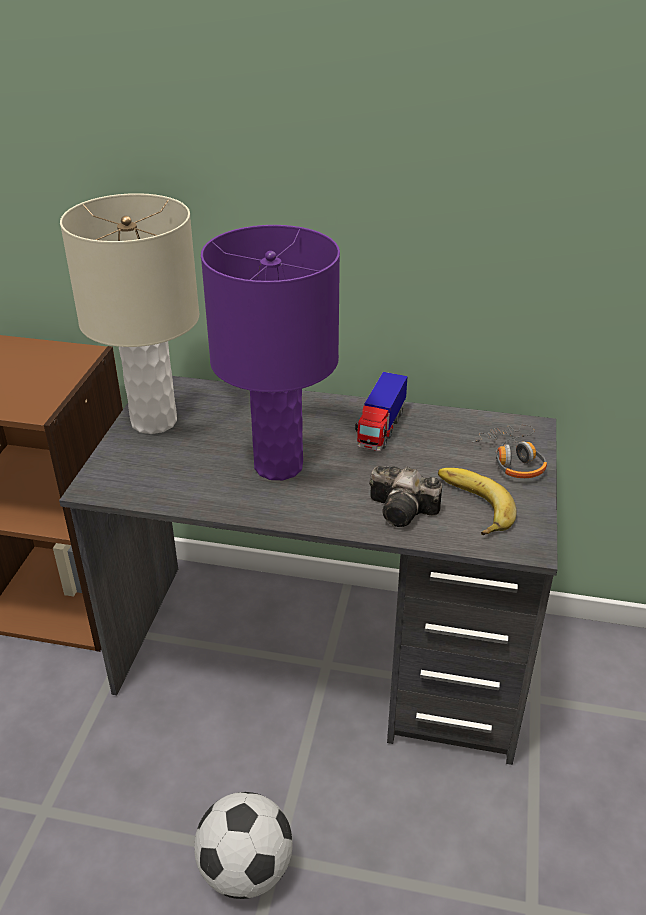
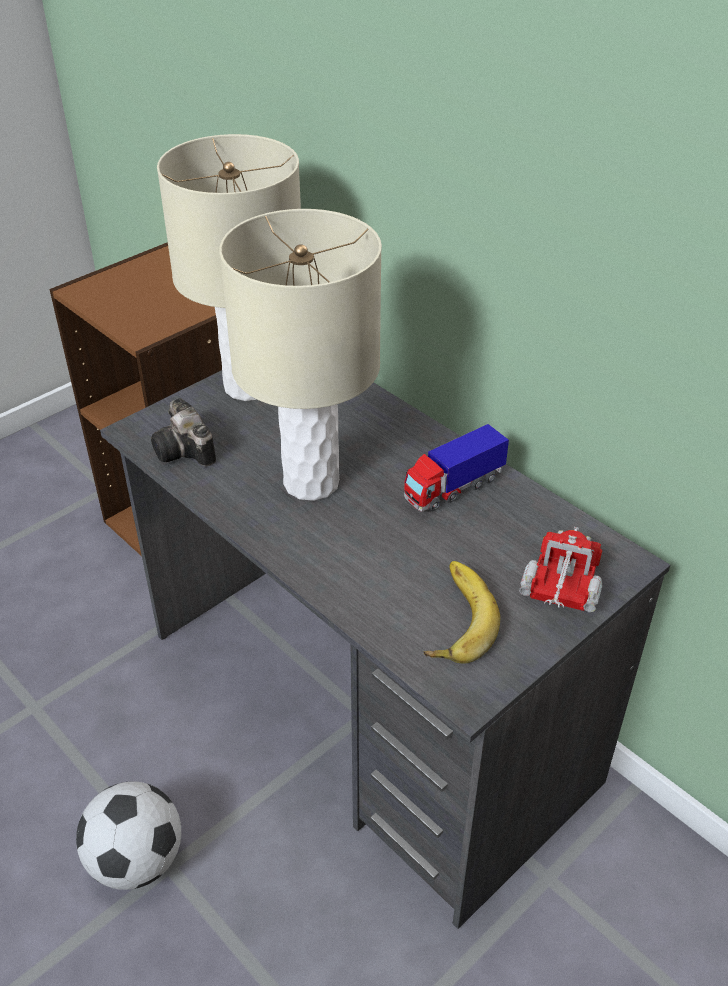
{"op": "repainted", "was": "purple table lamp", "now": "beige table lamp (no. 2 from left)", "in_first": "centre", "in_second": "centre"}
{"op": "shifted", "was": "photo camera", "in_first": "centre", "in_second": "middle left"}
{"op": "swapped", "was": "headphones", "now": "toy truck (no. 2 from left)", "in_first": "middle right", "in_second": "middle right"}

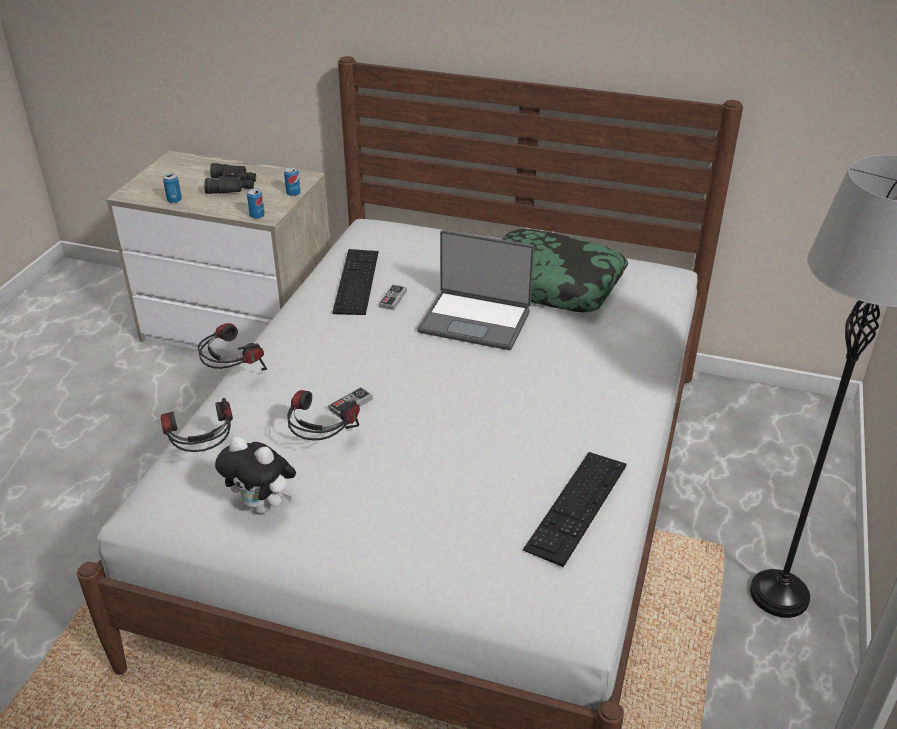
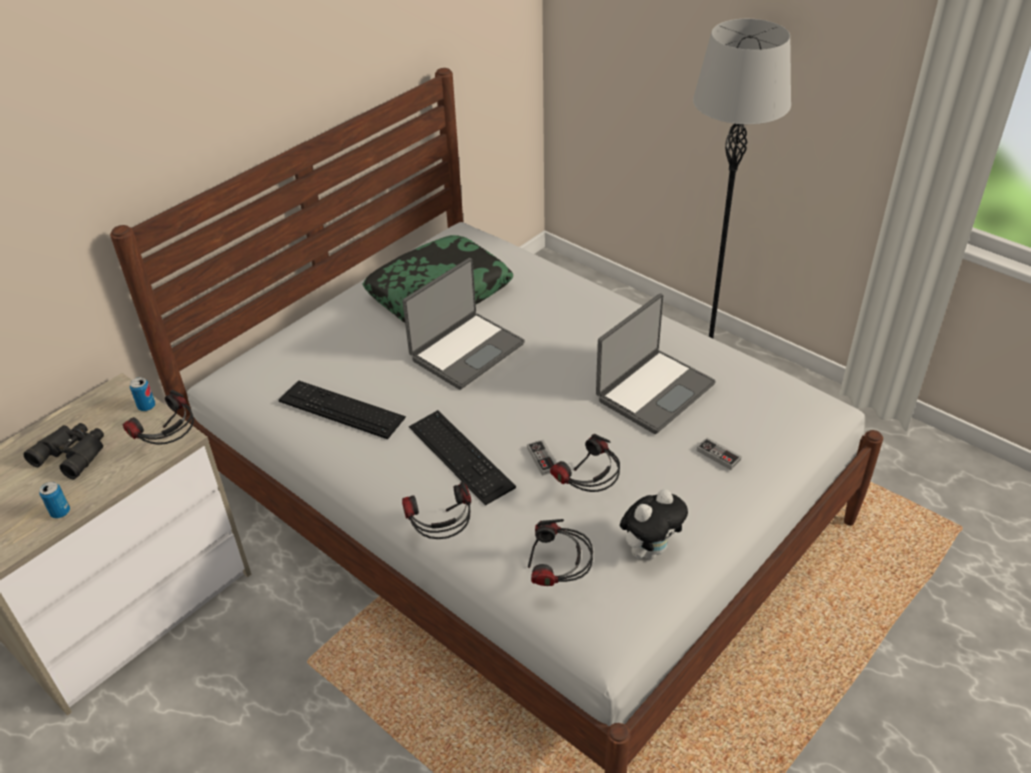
{"op": "swapped", "was": "can (no. 2 from left)", "now": "headphones (no. 1 from left)", "in_first": "top left", "in_second": "middle left"}
{"op": "shifted", "was": "game controller (no. 2 from left)", "in_first": "centre", "in_second": "middle right"}
{"op": "shifted", "was": "keyboard (no. 2 from left)", "in_first": "bottom centre", "in_second": "centre"}
{"op": "new", "now": "laptop (no. 2 from left)", "in_second": "centre"}

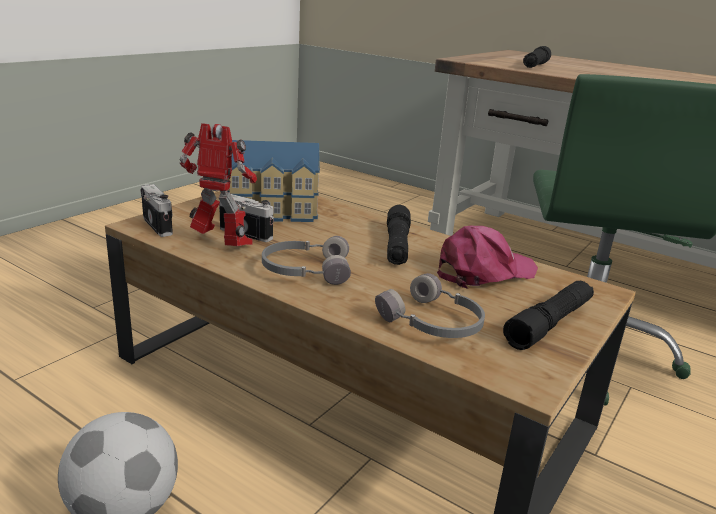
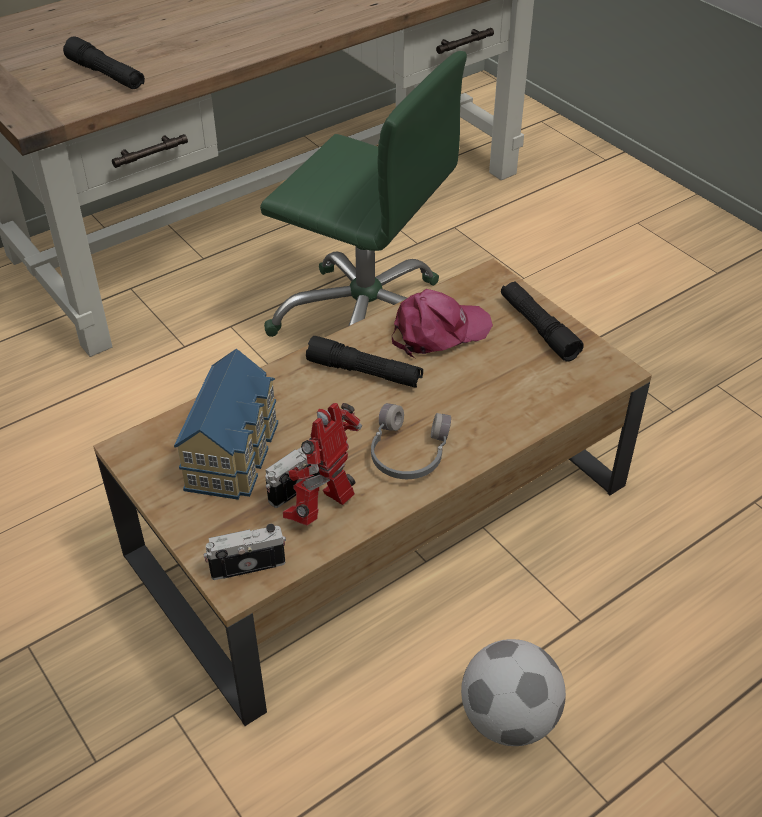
{"op": "gone", "was": "grey headphones (no. 2 from left)", "in_first": "centre"}
{"op": "rotated", "was": "pink cap", "in_first": "middle right", "in_second": "centre", "clockwise": 75}

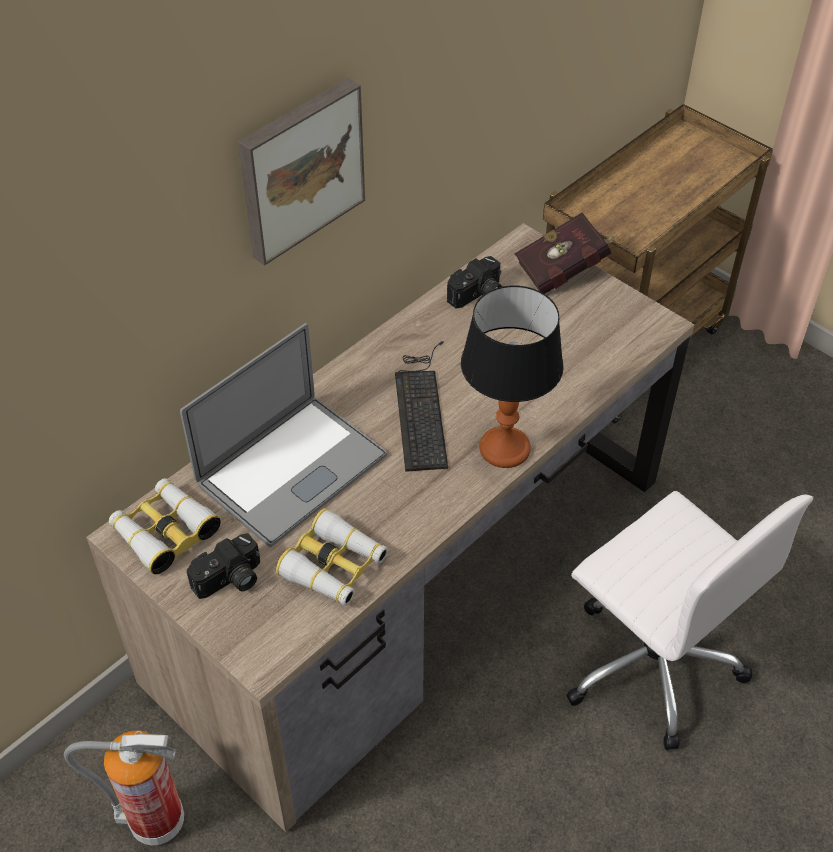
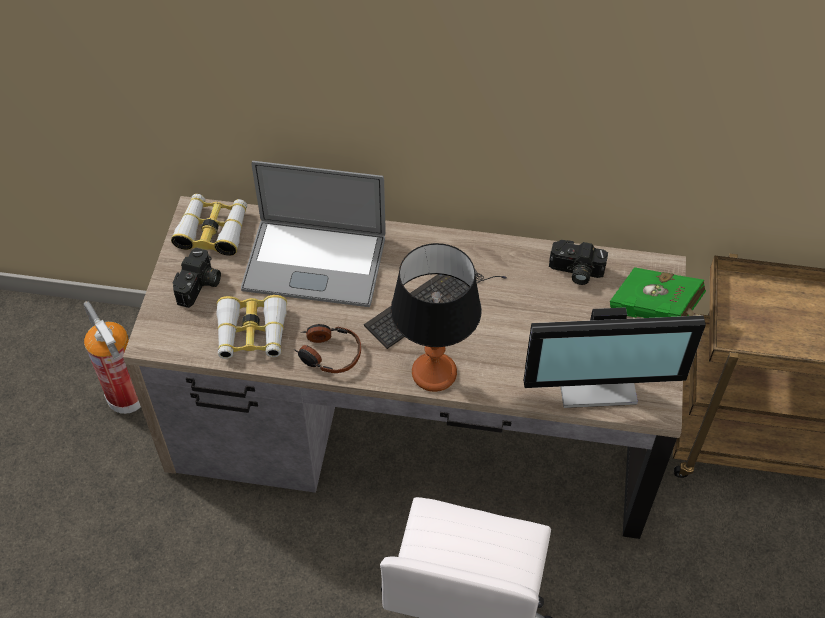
{"op": "rotated", "was": "photo camera (no. 1 from left)", "in_first": "middle left", "in_second": "middle left", "clockwise": -90}
{"op": "gone", "was": "picture", "in_first": "top centre"}
{"op": "repainted", "was": "red book", "now": "green book", "in_first": "top right", "in_second": "middle right"}
{"op": "new", "now": "headphones", "in_second": "centre"}
{"op": "new", "now": "monitor", "in_second": "middle right"}

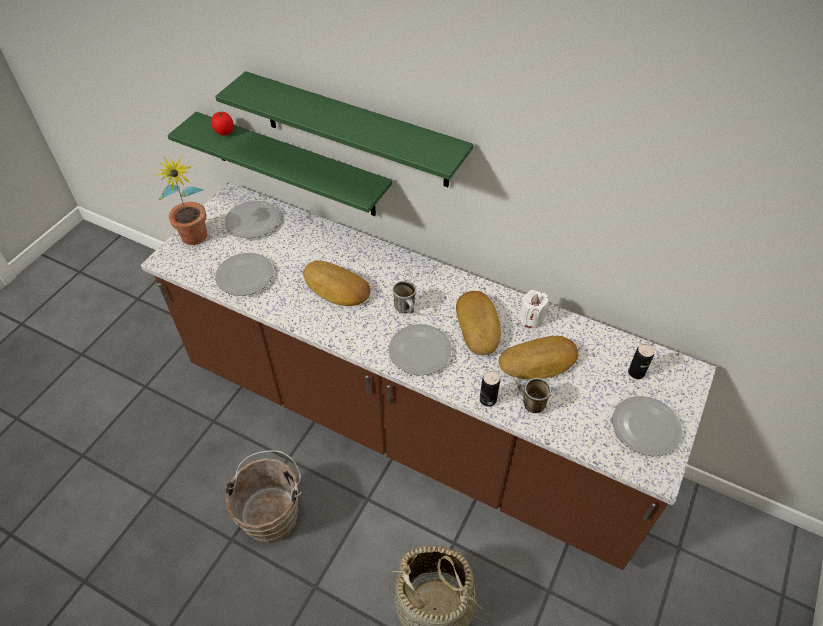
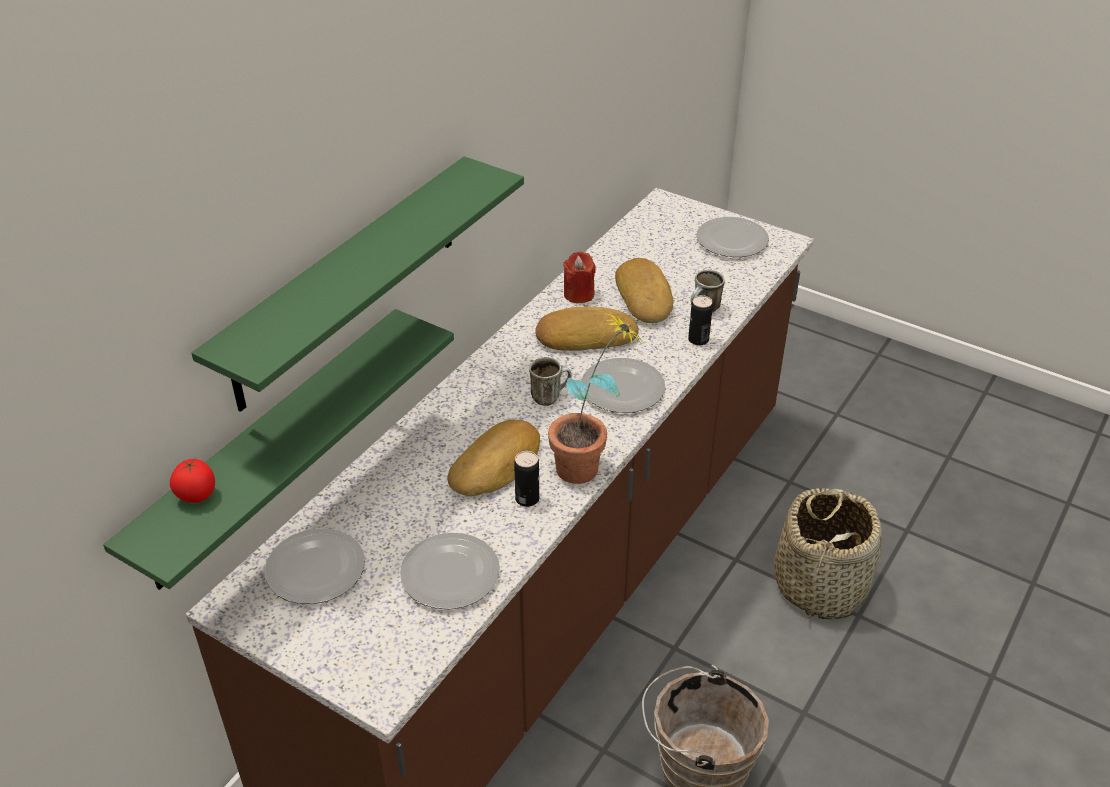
{"op": "shifted", "was": "potted plant", "in_first": "top left", "in_second": "centre"}
{"op": "repainted", "was": "white candle", "now": "red candle", "in_first": "centre", "in_second": "centre"}
{"op": "shifted", "was": "can (no. 2 from left in the first image)", "now": "can (no. 1 from left)", "in_first": "middle right", "in_second": "centre"}

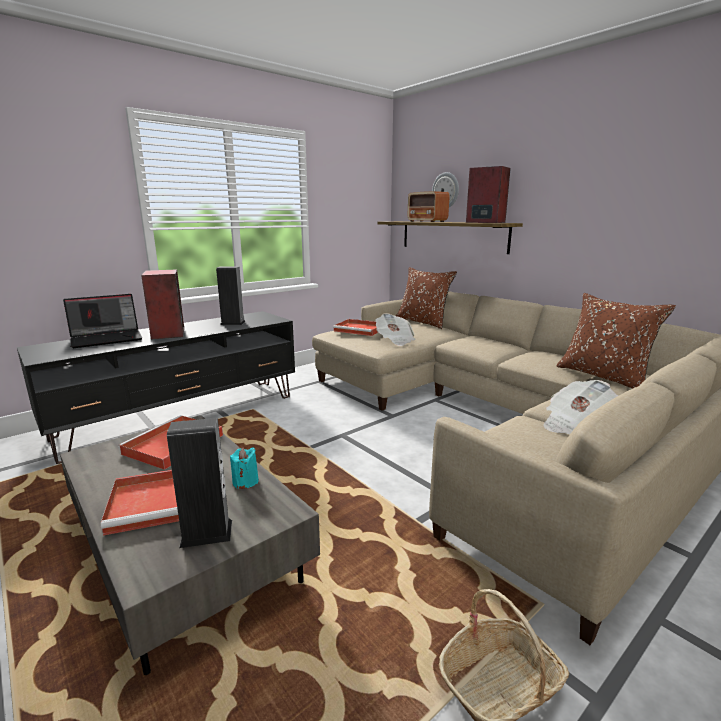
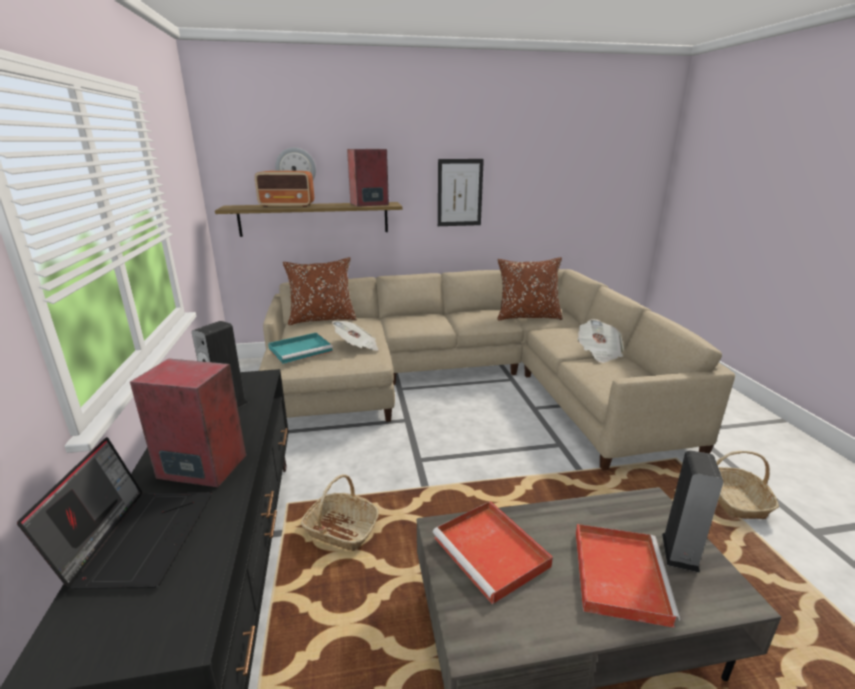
{"op": "gone", "was": "turquoise candle", "in_first": "centre"}
{"op": "repainted", "was": "red tray (no. 3 from left)", "now": "turquoise tray", "in_first": "centre", "in_second": "centre"}
{"op": "new", "now": "basket (no. 1 from left)", "in_second": "bottom centre"}
{"op": "new", "now": "picture", "in_second": "top centre"}

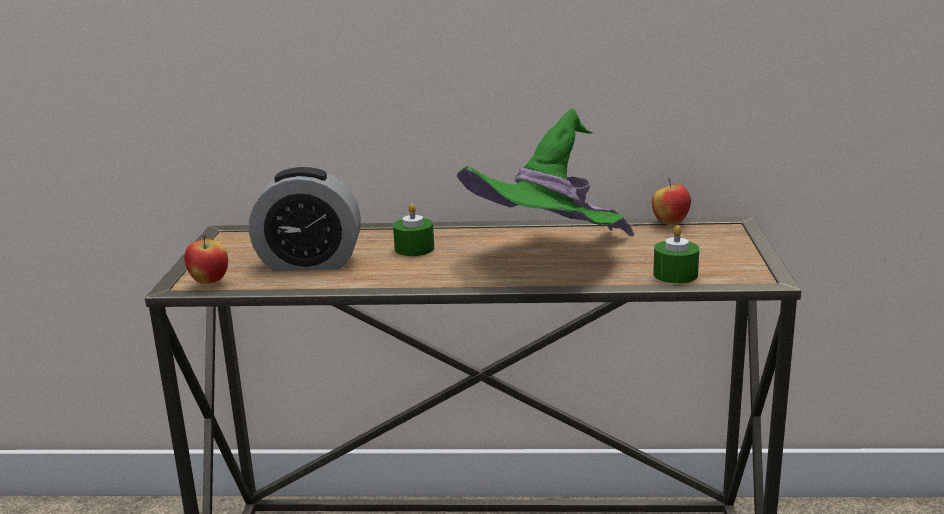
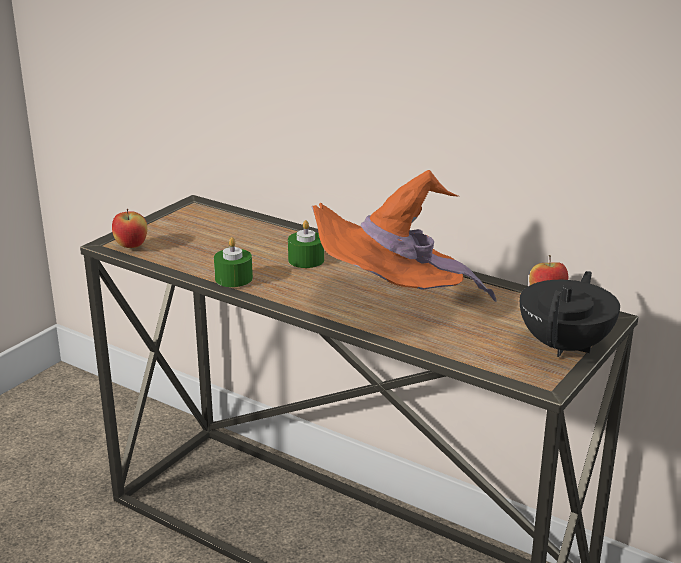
{"op": "gone", "was": "alarm clock", "in_first": "middle left"}
{"op": "repainted", "was": "green hat", "now": "orange hat", "in_first": "centre", "in_second": "centre"}
{"op": "shifted", "was": "green candle (no. 2 from left in the first image)", "now": "green candle (no. 1 from left)", "in_first": "middle right", "in_second": "centre"}
{"op": "new", "now": "black teapot", "in_second": "middle right"}

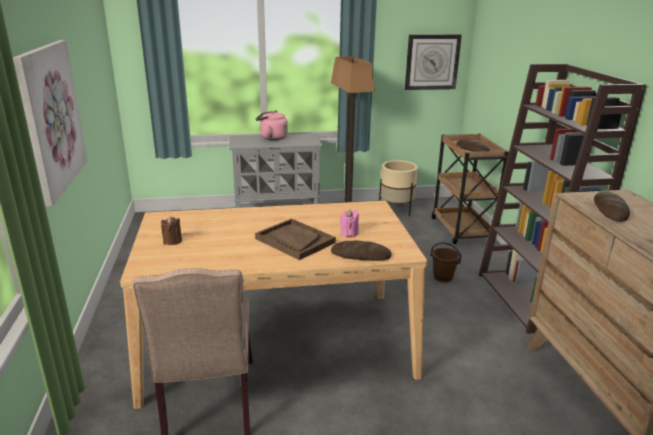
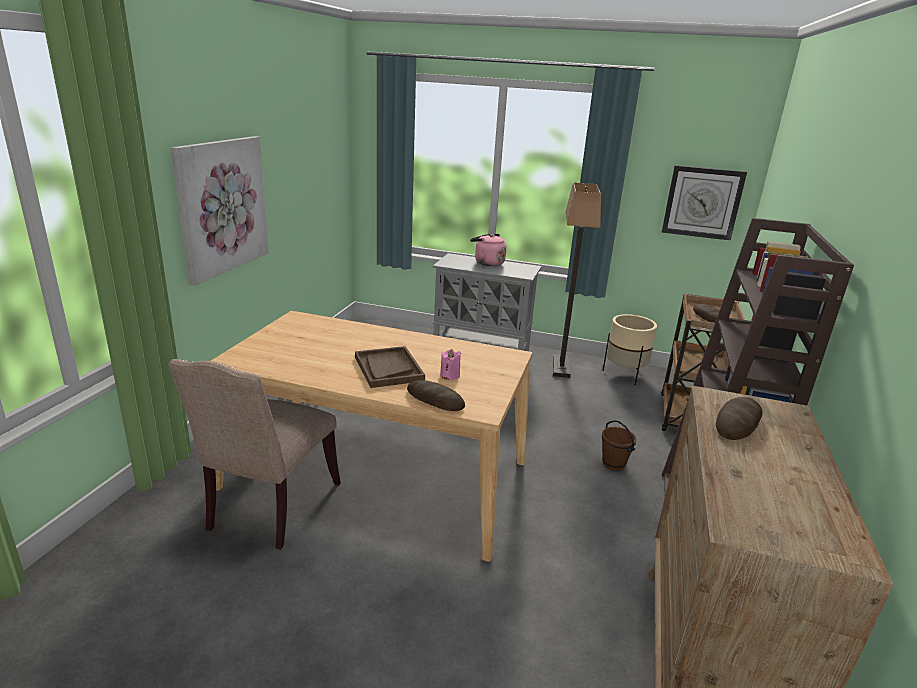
{"op": "gone", "was": "brown candle", "in_first": "middle left"}

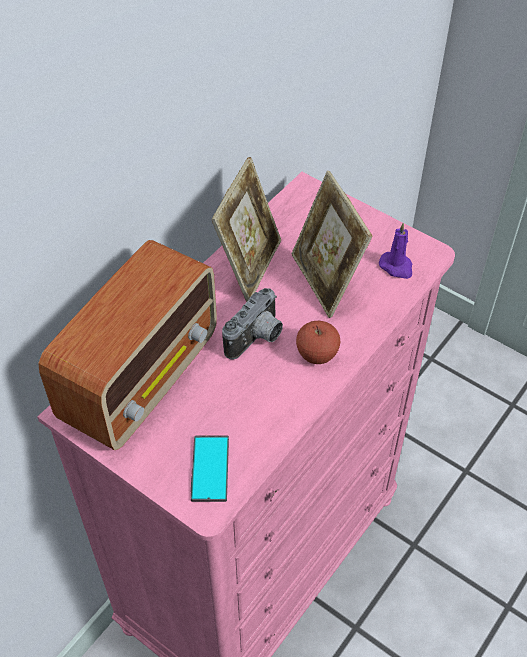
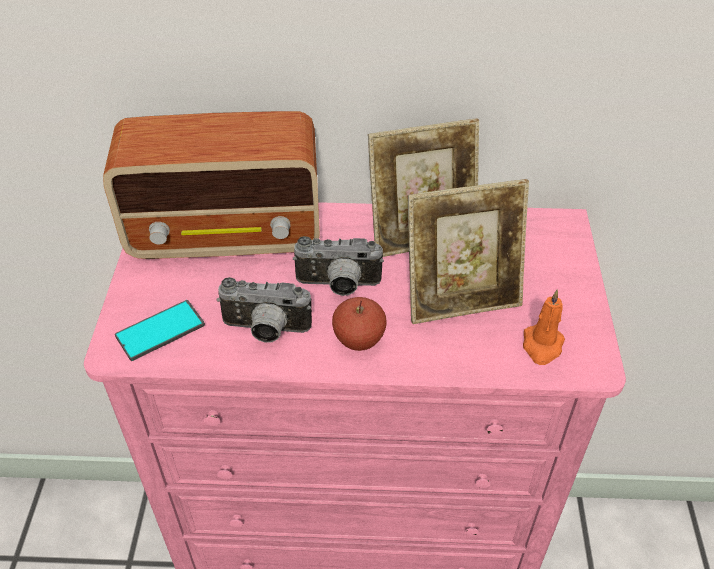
{"op": "rotated", "was": "picture frame (no. 2 from left)", "in_first": "centre", "in_second": "centre", "clockwise": -135}
{"op": "repainted", "was": "purple candle", "now": "orange candle", "in_first": "middle right", "in_second": "middle right"}
{"op": "new", "now": "photo camera (no. 1 from left)", "in_second": "centre"}

